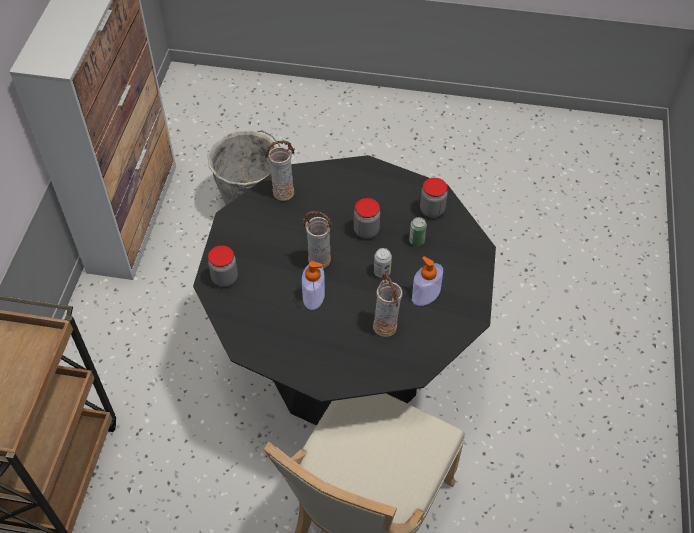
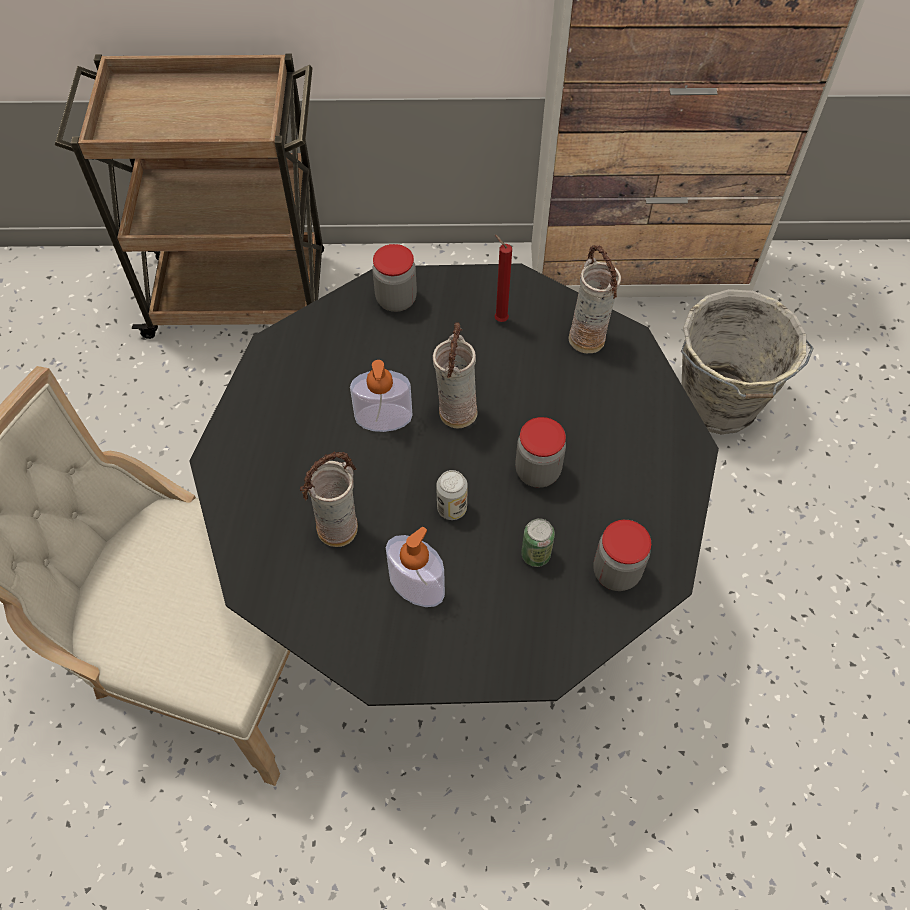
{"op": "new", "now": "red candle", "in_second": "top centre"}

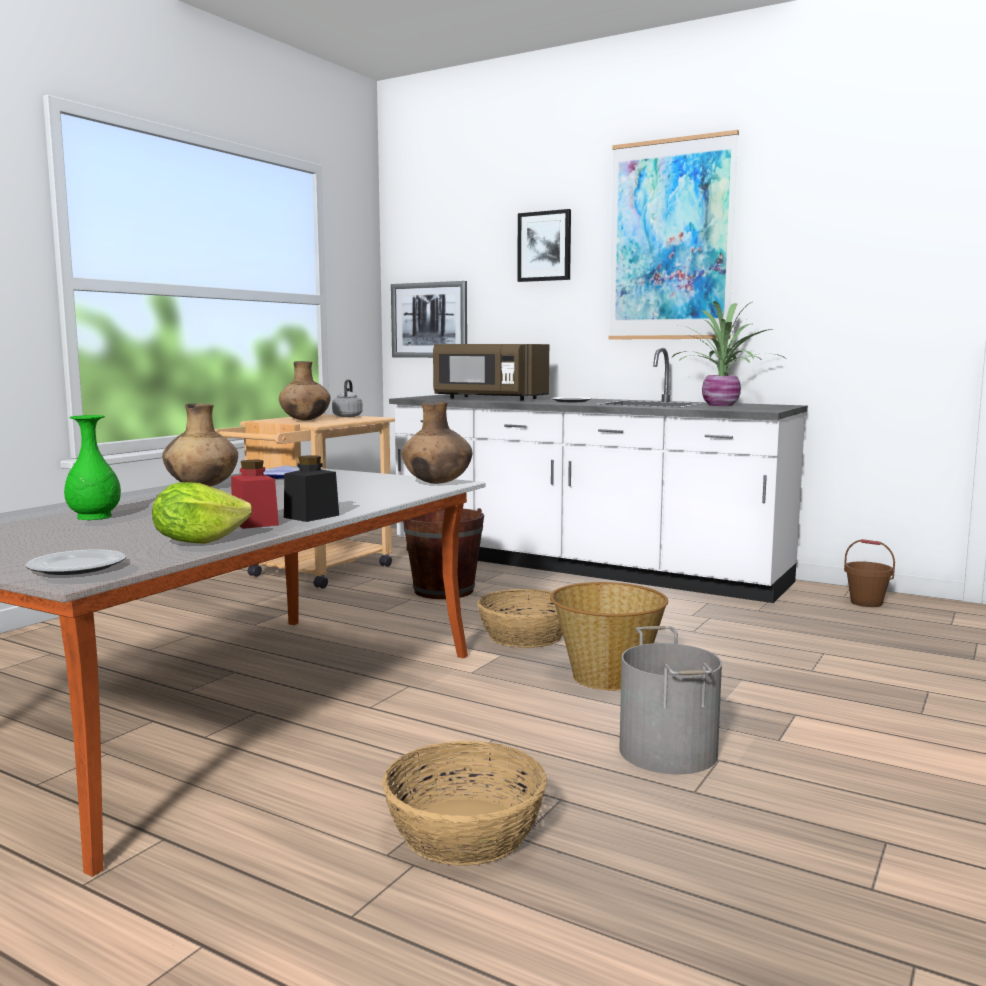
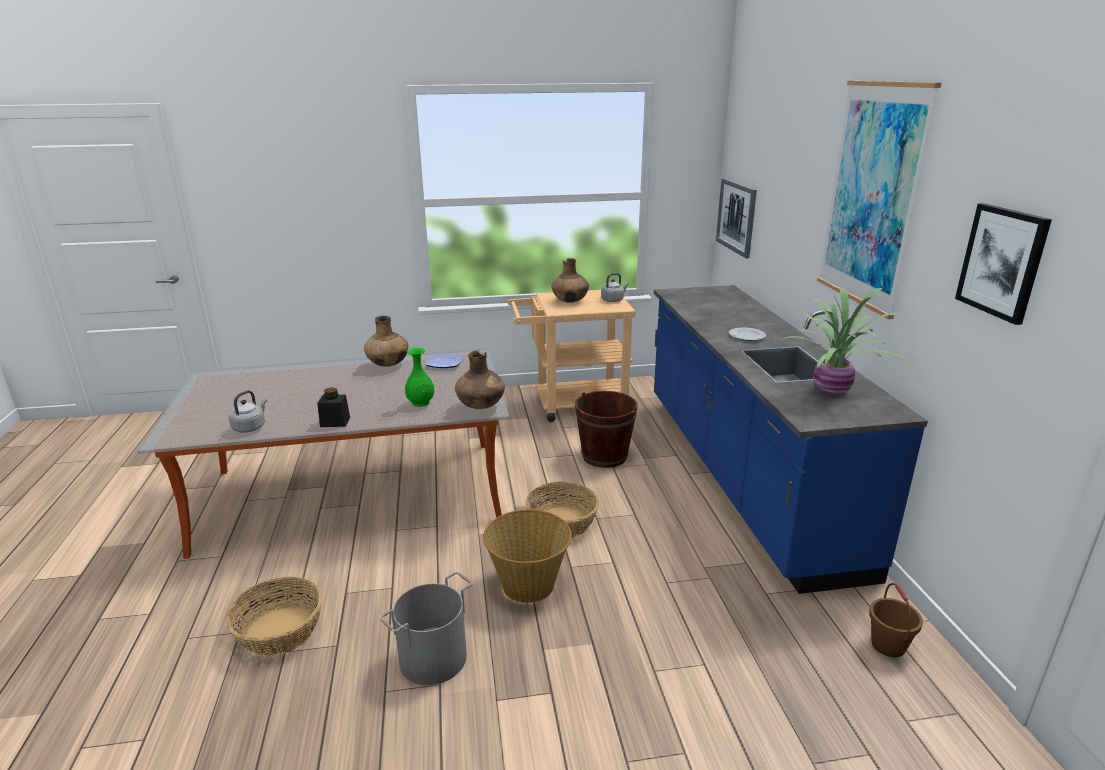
{"op": "gone", "was": "plate (no. 1 from left)", "in_first": "middle left"}
{"op": "shifted", "was": "green vase", "in_first": "middle left", "in_second": "centre"}
{"op": "swapped", "was": "lettuce", "now": "grey kettle (no. 1 from left)", "in_first": "middle left", "in_second": "middle left"}
{"op": "gone", "was": "red jar", "in_first": "middle left"}
{"op": "repainted", "was": "white counter", "now": "blue counter", "in_first": "centre", "in_second": "middle right"}
{"op": "gone", "was": "brown microwave", "in_first": "centre"}
{"op": "shifted", "was": "picture (no. 2 from left in the first image)", "now": "picture (no. 3 from left)", "in_first": "top centre", "in_second": "middle right"}

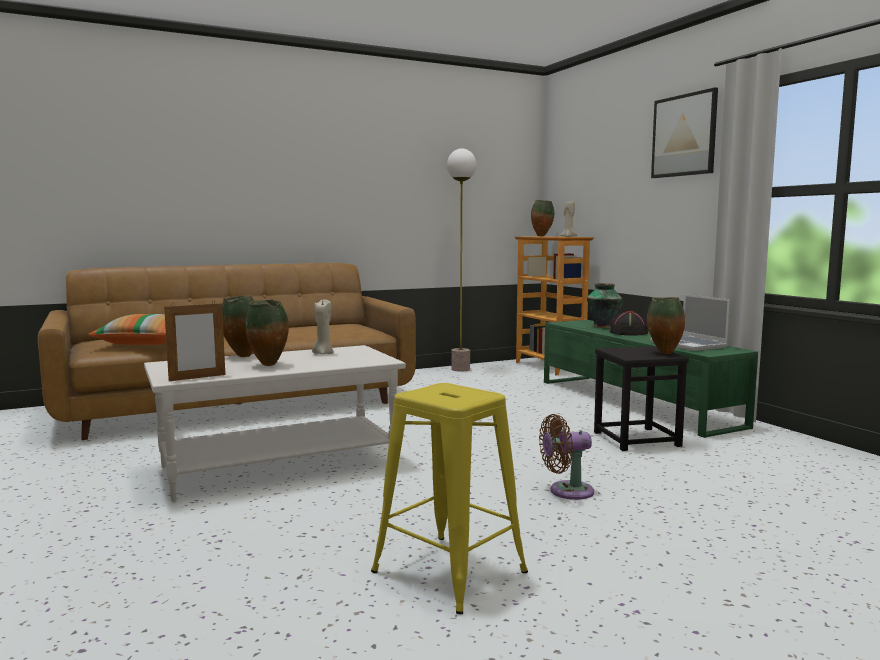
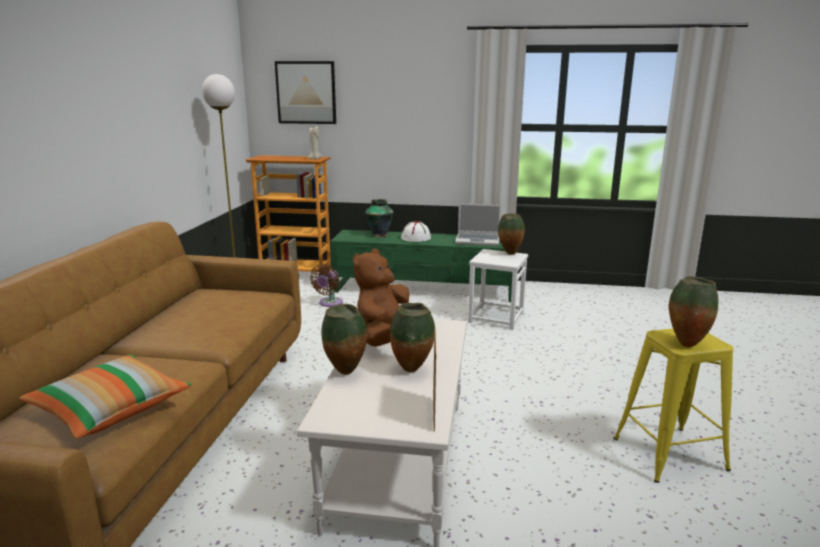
{"op": "swapped", "was": "beige candle (no. 1 from left)", "now": "brown plush toy", "in_first": "centre", "in_second": "centre"}
{"op": "shifted", "was": "vase (no. 3 from left in the first image)", "now": "vase (no. 5 from left)", "in_first": "top centre", "in_second": "middle right"}
{"op": "shifted", "was": "brown fan", "in_first": "bottom centre", "in_second": "centre"}
{"op": "repainted", "was": "black stool", "now": "white stool", "in_first": "middle right", "in_second": "centre"}
{"op": "repainted", "was": "black hat", "now": "white hat", "in_first": "middle right", "in_second": "centre"}
{"op": "shifted", "was": "picture", "in_first": "top right", "in_second": "top centre"}

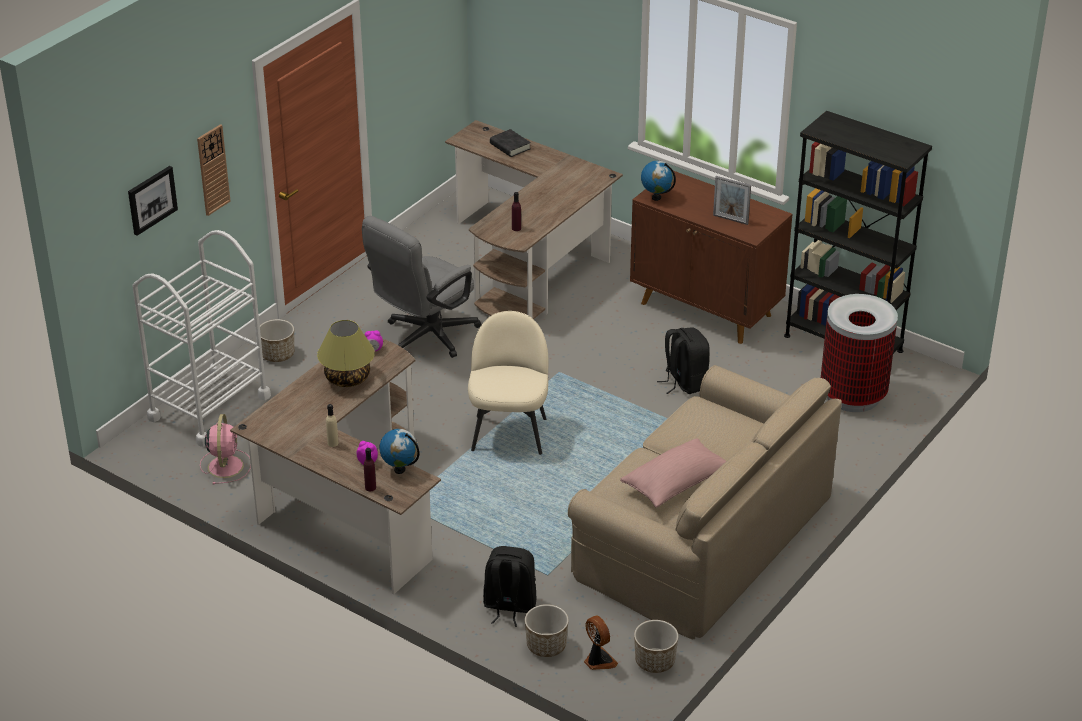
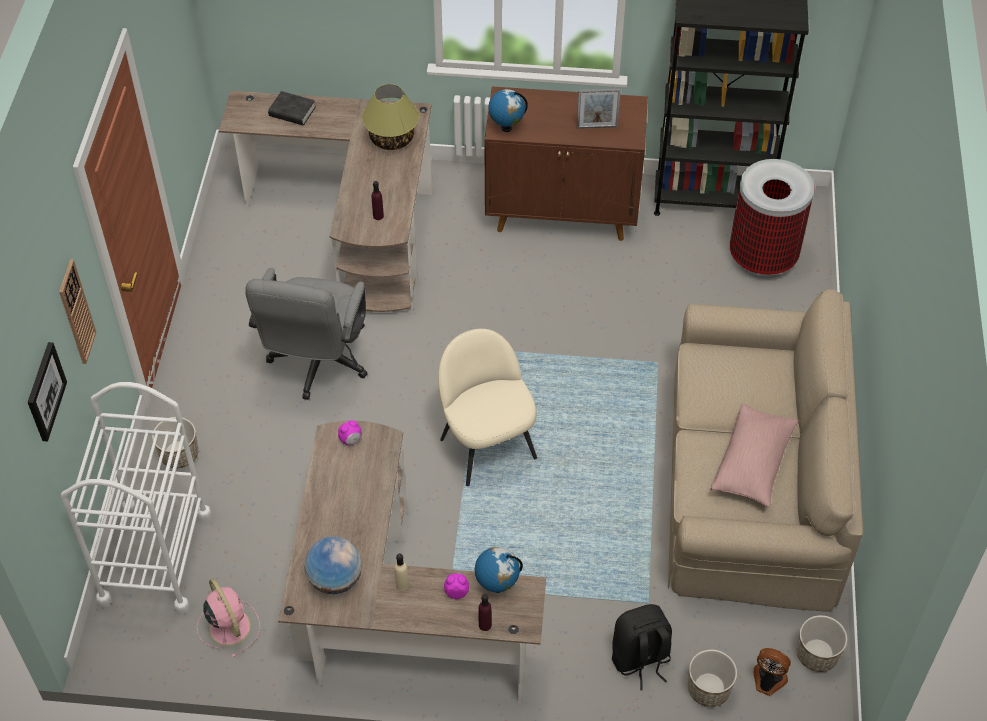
{"op": "shifted", "was": "table lamp", "in_first": "middle left", "in_second": "top centre"}
{"op": "gone", "was": "black backpack (no. 2 from left)", "in_first": "centre"}
{"op": "new", "now": "globe (no. 1 from left)", "in_second": "bottom centre"}

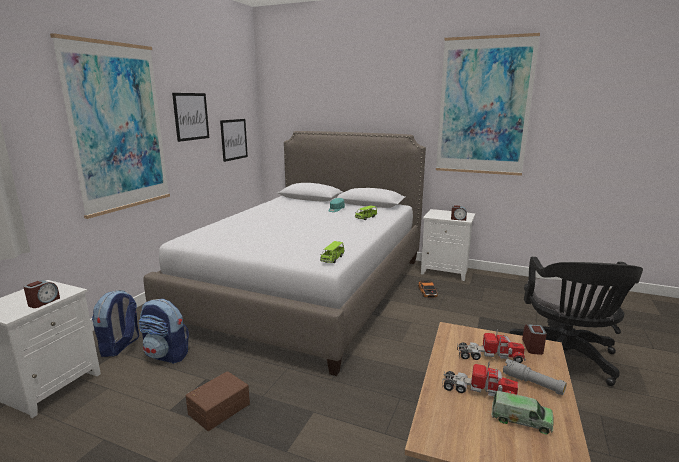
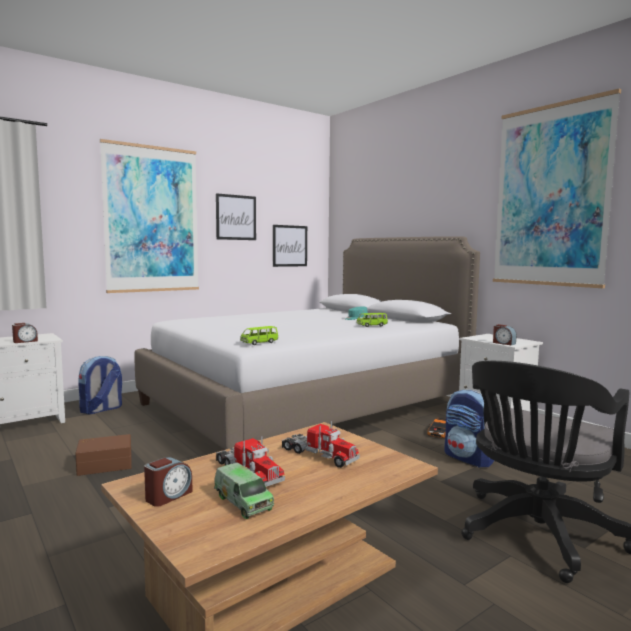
{"op": "shifted", "was": "backpack (no. 2 from left)", "in_first": "bottom left", "in_second": "bottom right"}
{"op": "gone", "was": "grey flashlight", "in_first": "bottom right"}
{"op": "shifted", "was": "alarm clock (no. 3 from left in the first image)", "now": "alarm clock (no. 2 from left)", "in_first": "bottom right", "in_second": "bottom left"}

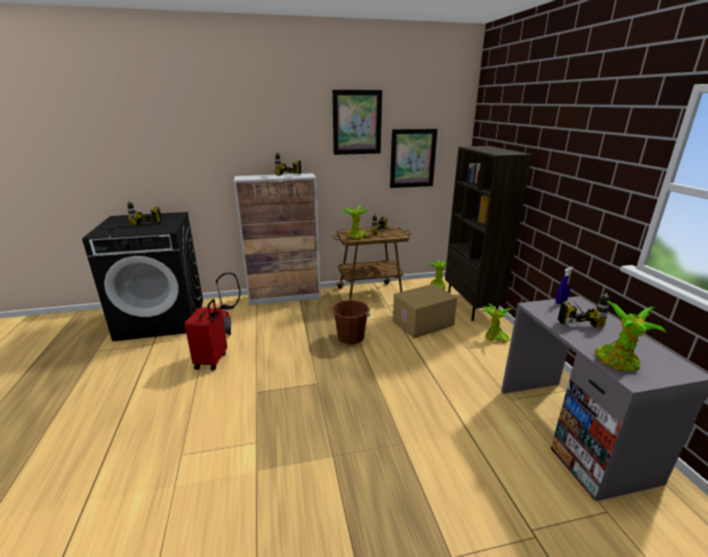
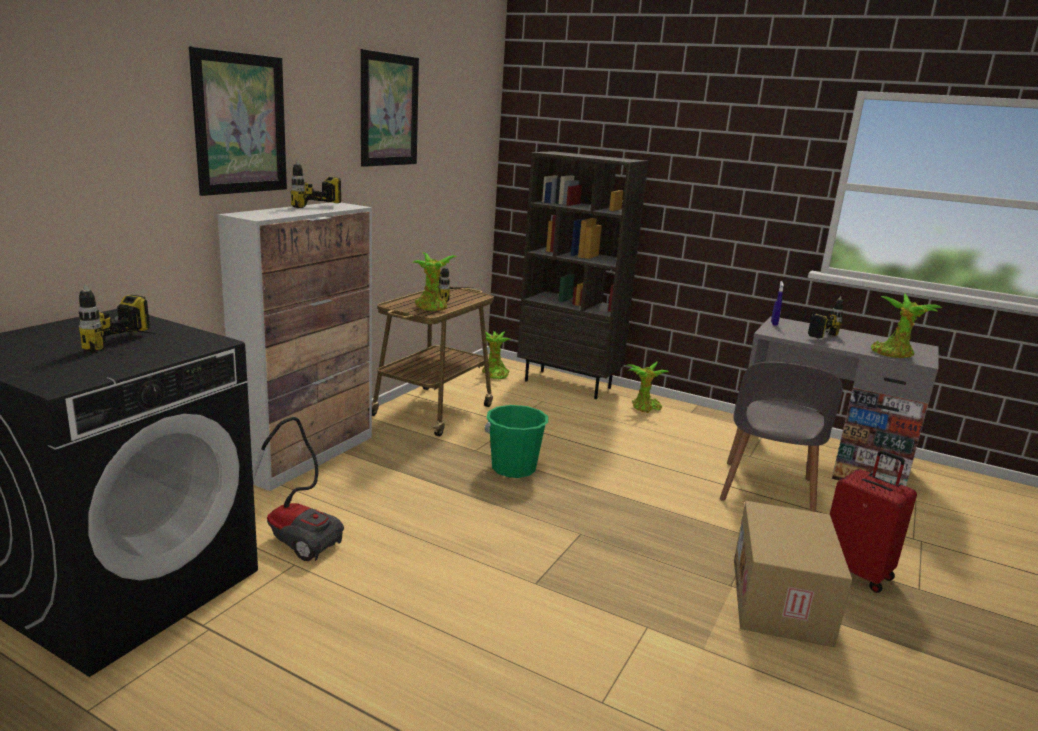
{"op": "shifted", "was": "red suitcase", "in_first": "middle left", "in_second": "bottom right"}
{"op": "repainted", "was": "brown bucket", "now": "green bucket", "in_first": "centre", "in_second": "centre"}
{"op": "shifted", "was": "picture (no. 2 from left in the first image)", "now": "picture (no. 1 from left)", "in_first": "top centre", "in_second": "top left"}
{"op": "shifted", "was": "cardboard box", "in_first": "centre", "in_second": "bottom right"}
{"op": "new", "now": "grey chair", "in_second": "middle right"}

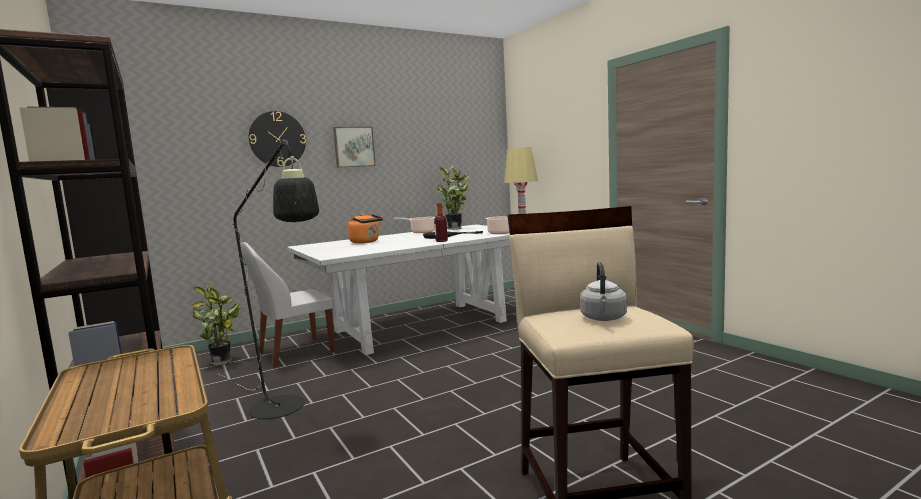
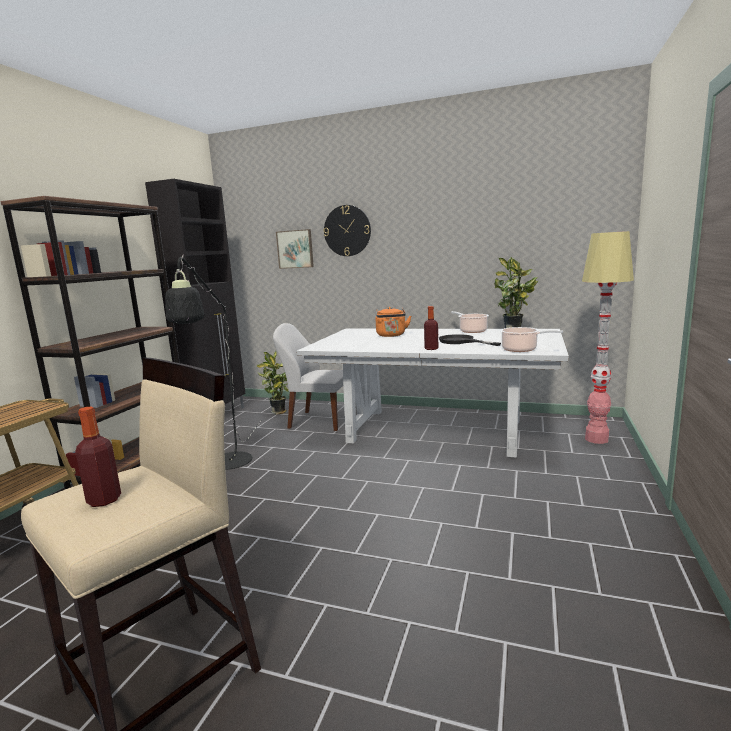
{"op": "shifted", "was": "picture", "in_first": "top centre", "in_second": "centre"}
{"op": "swapped", "was": "grey kettle", "now": "bottle (no. 1 from left)", "in_first": "centre", "in_second": "middle left"}

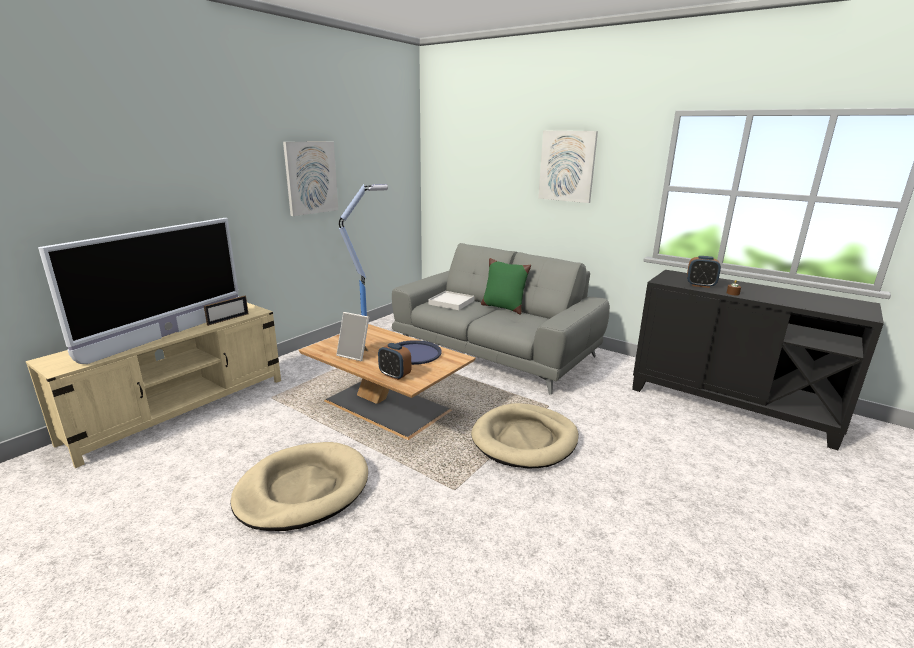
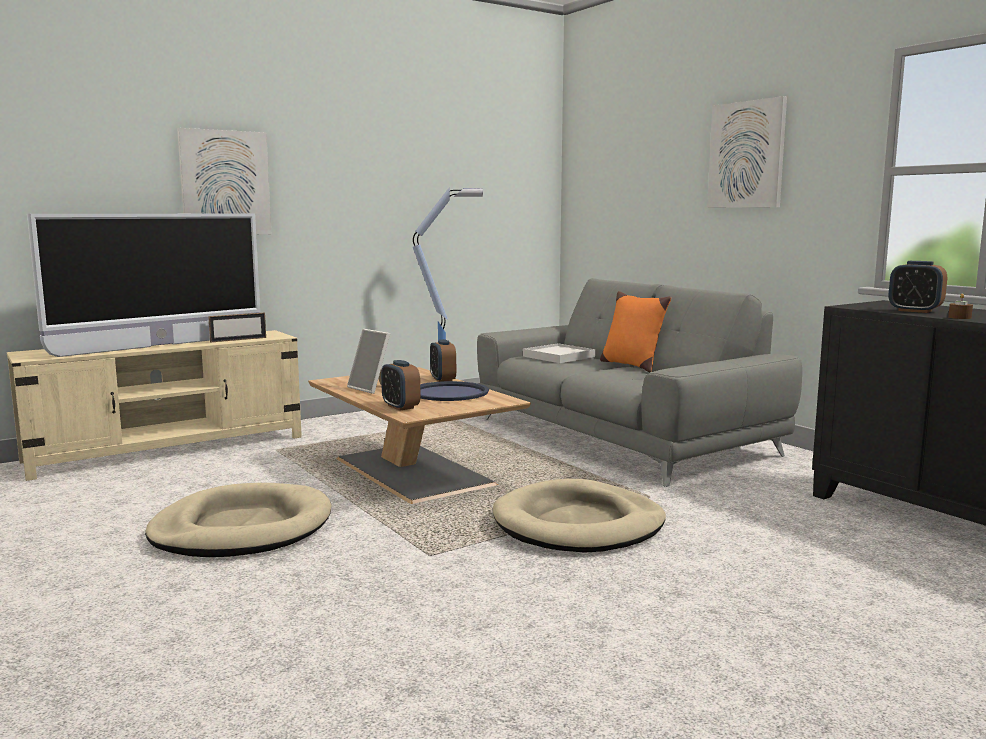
{"op": "shifted", "was": "picture (no. 1 from left)", "in_first": "top centre", "in_second": "top left"}
{"op": "repainted", "was": "green pillow", "now": "orange pillow", "in_first": "centre", "in_second": "centre"}
{"op": "new", "now": "alarm clock (no. 2 from left)", "in_second": "centre"}

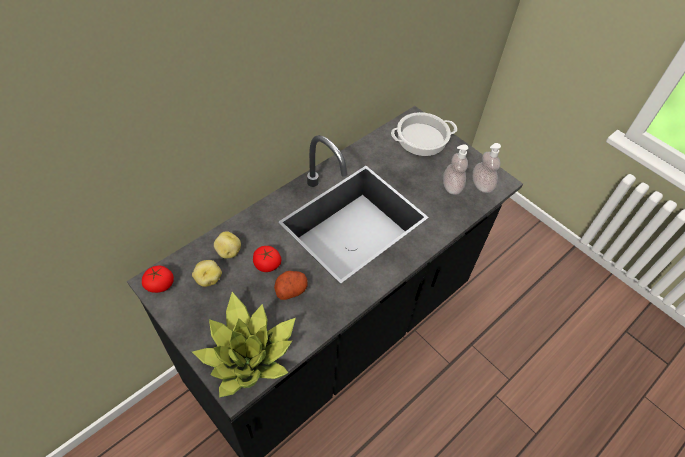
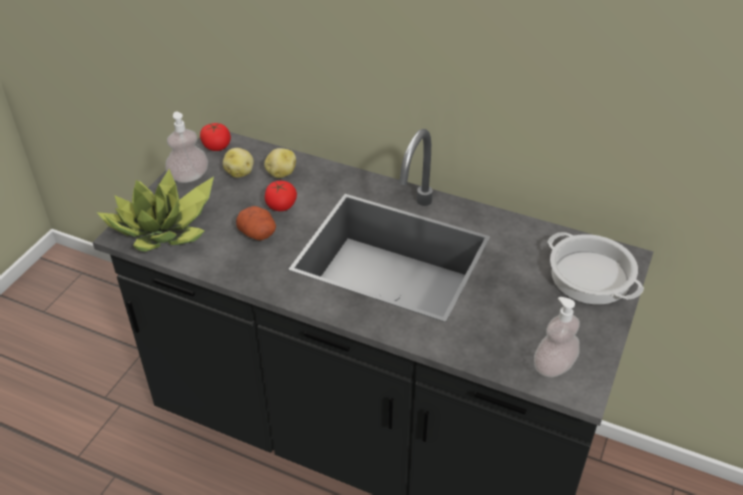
{"op": "shifted", "was": "soap dispenser (no. 1 from left)", "in_first": "centre", "in_second": "top left"}

